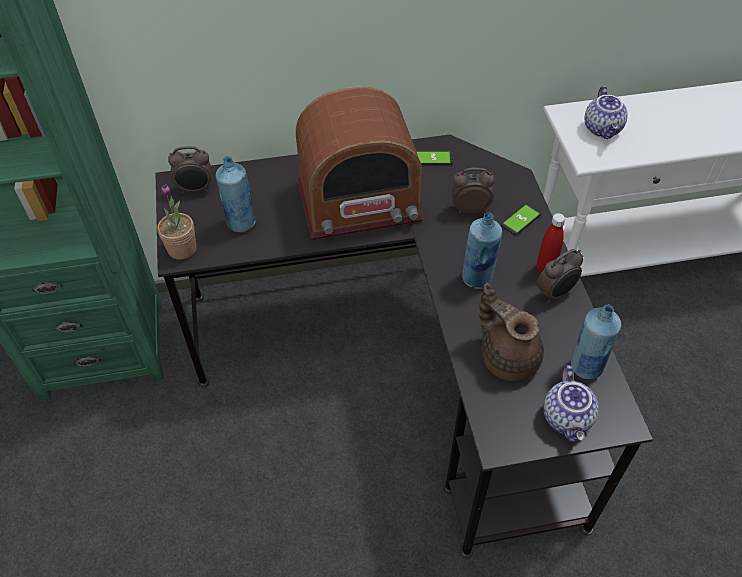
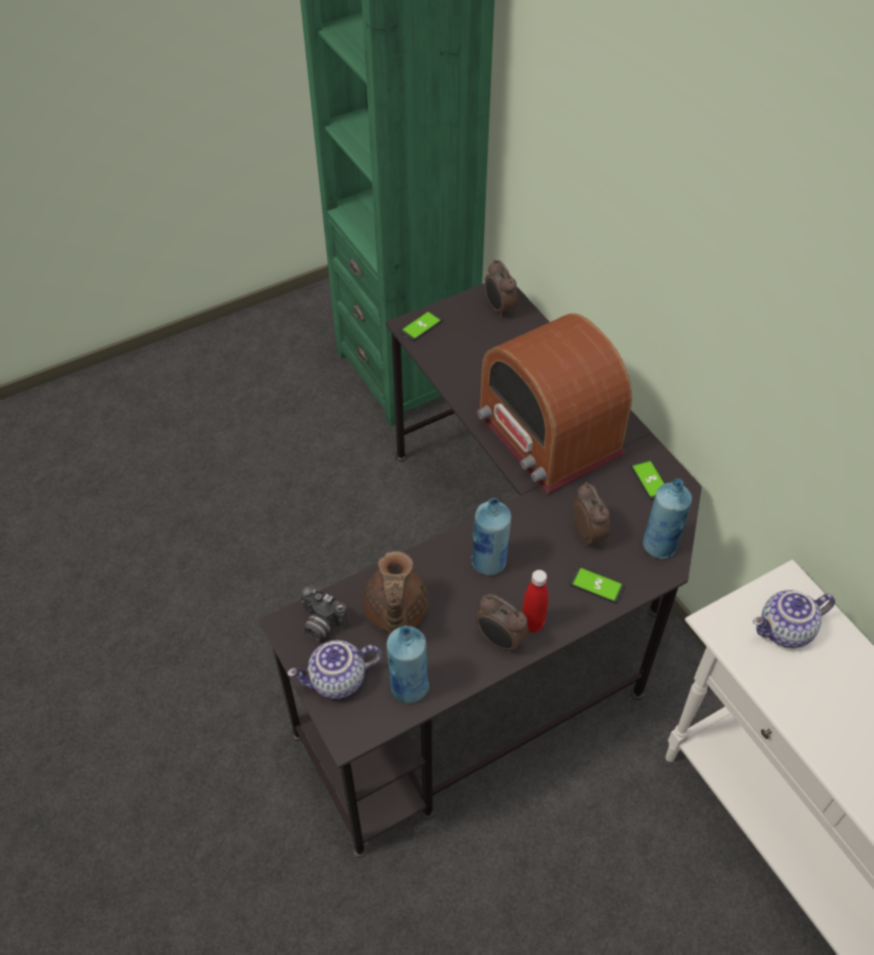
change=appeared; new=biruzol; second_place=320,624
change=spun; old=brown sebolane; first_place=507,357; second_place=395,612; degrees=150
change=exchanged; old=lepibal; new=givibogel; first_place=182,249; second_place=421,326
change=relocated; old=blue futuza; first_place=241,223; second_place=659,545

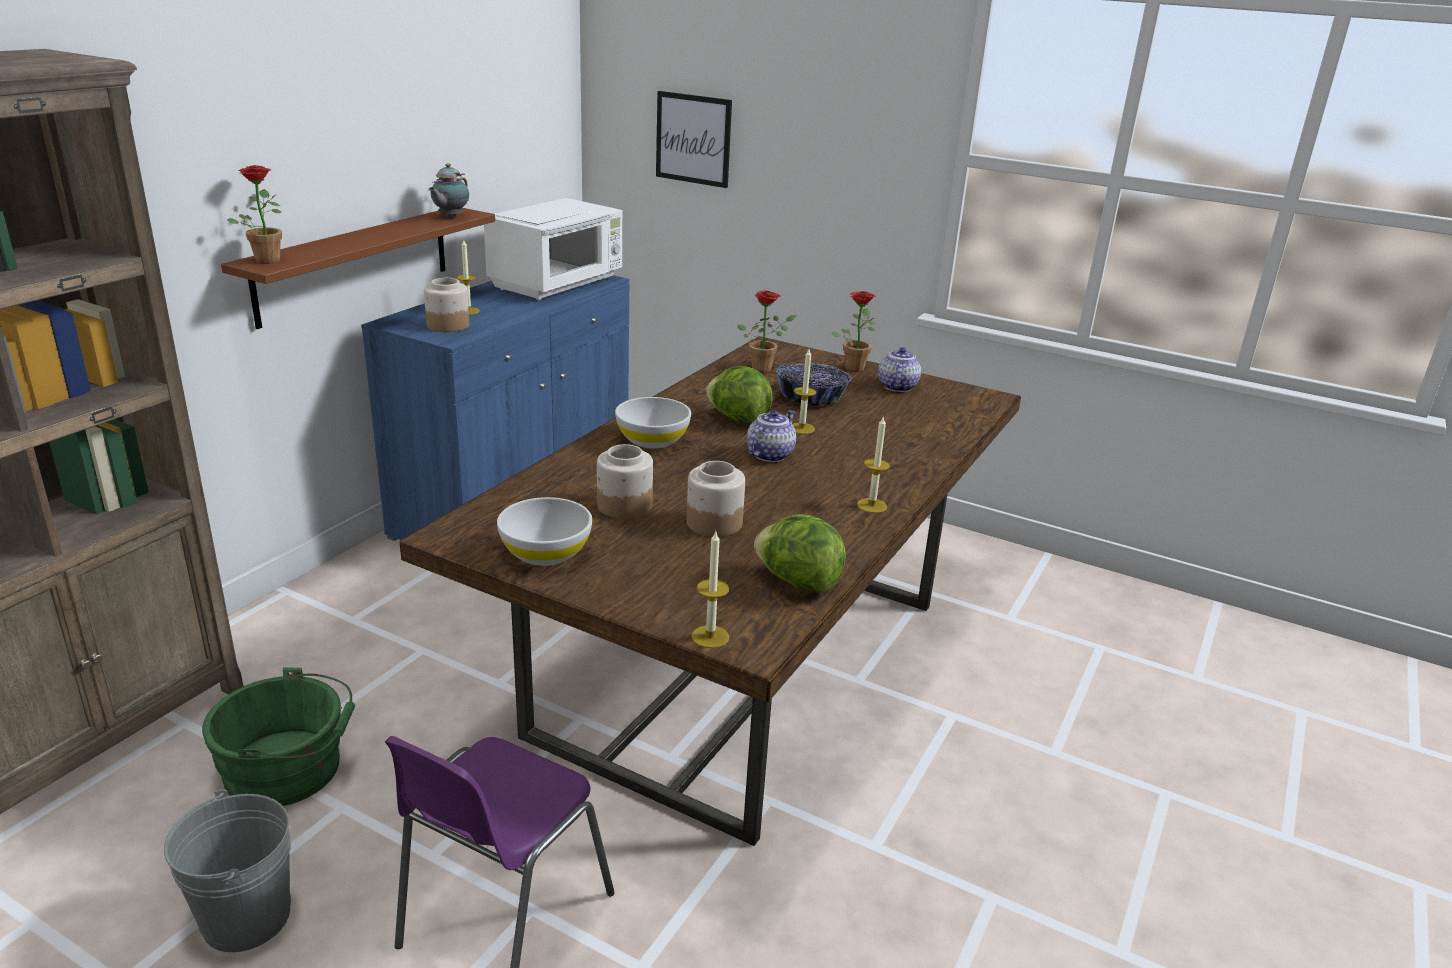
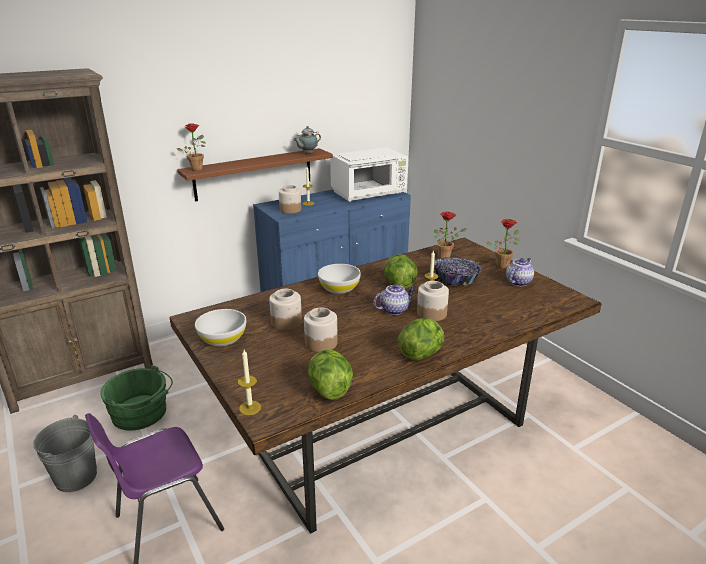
change=exchanged; old=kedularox; new=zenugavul; first_place=872,505; second_place=421,354
change=appeared; new=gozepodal; second_place=431,313
change=missing; old=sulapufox; first_place=693,139

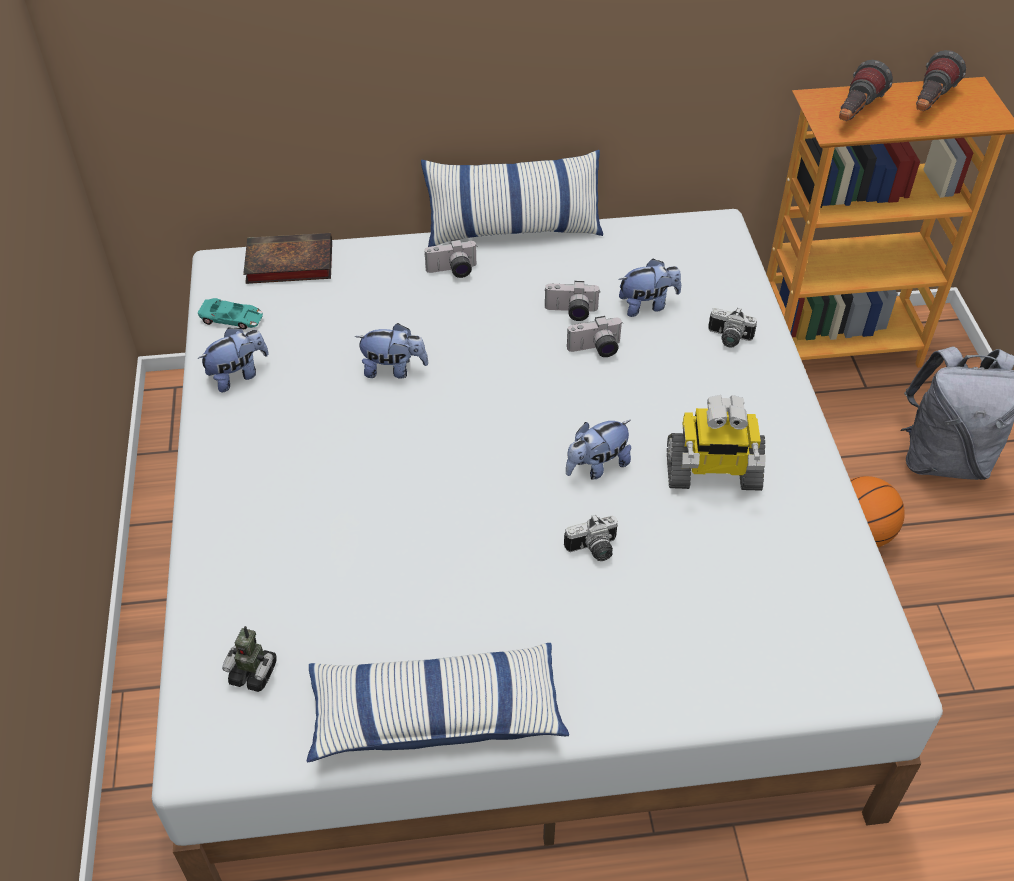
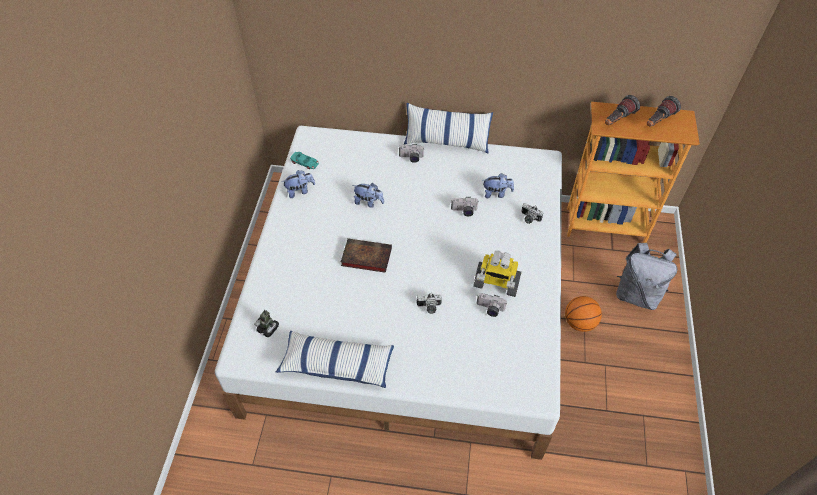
change=relocated; old=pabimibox; first_place=287,264; second_place=365,257
change=relocated; old=biruzol; first_place=571,312; second_place=489,309
change=missing; old=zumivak; first_place=596,466

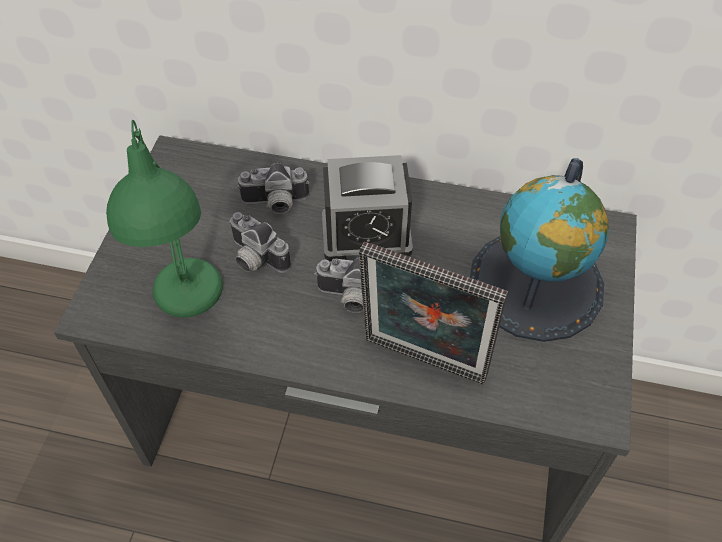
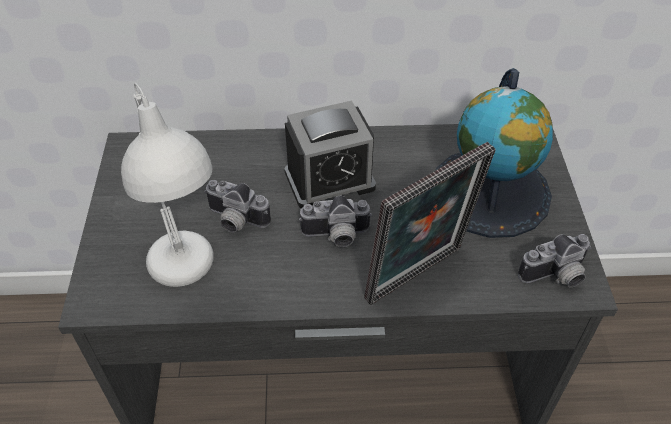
change=colour; old=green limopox; new=white limopox; first_place=189,313; second_place=189,280
change=spun; old=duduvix; first_place=422,364; second_place=418,278; degrees=-45
change=relocated; old=biruzol; first_place=275,204; second_place=556,277

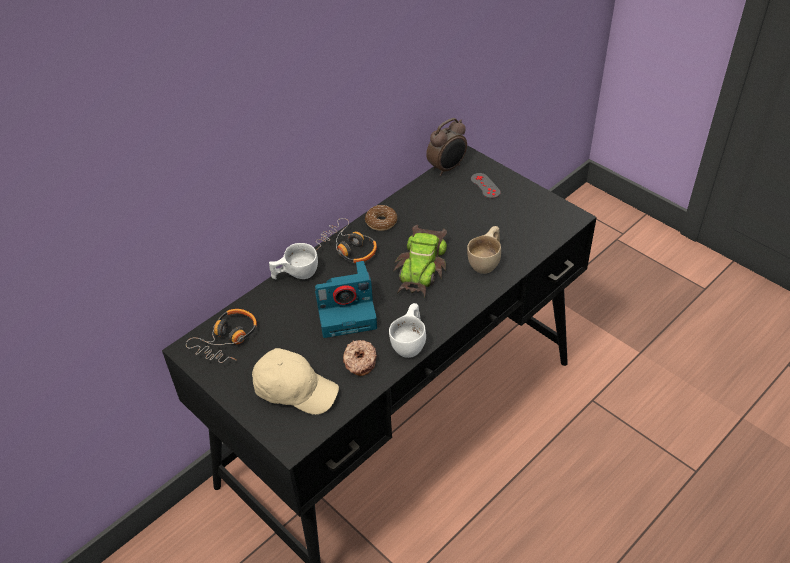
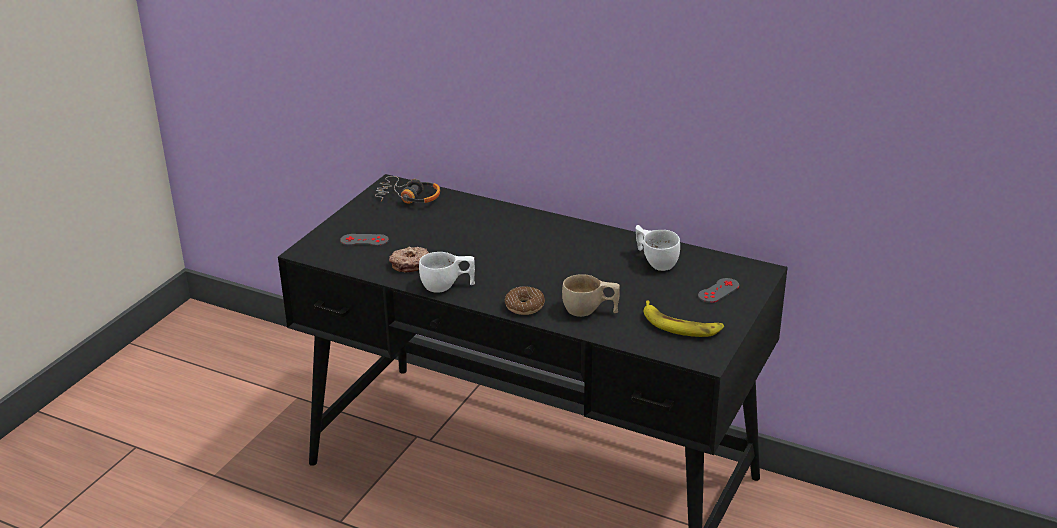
change=exchanged; old=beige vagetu; new=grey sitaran; first_place=295,389; second_place=364,240
change=relocated; old=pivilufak; first_place=381,222; second_place=524,306
change=relocated; old=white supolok; first_place=295,274; second_place=655,261
change=appeared; new=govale; second_place=680,325
change=missing; old=biruzol; first_place=347,310
change=missing; old=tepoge; first_place=348,248
change=missing; old=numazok; first_place=422,267
change=missing; old=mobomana; first_place=447,168

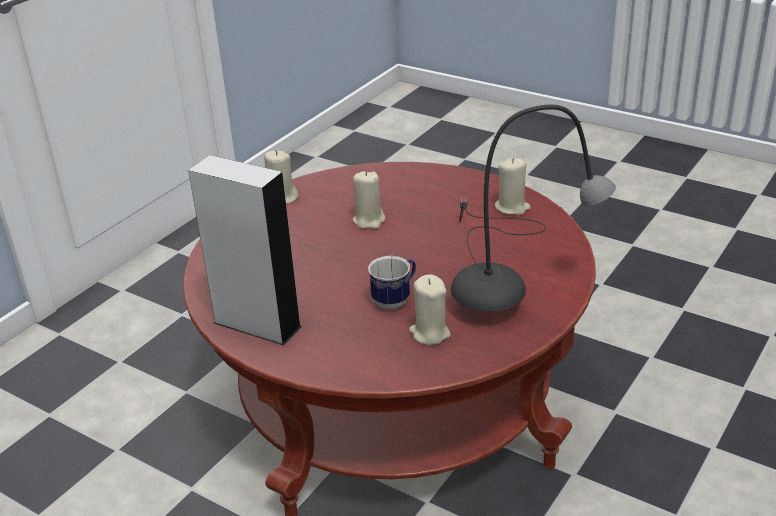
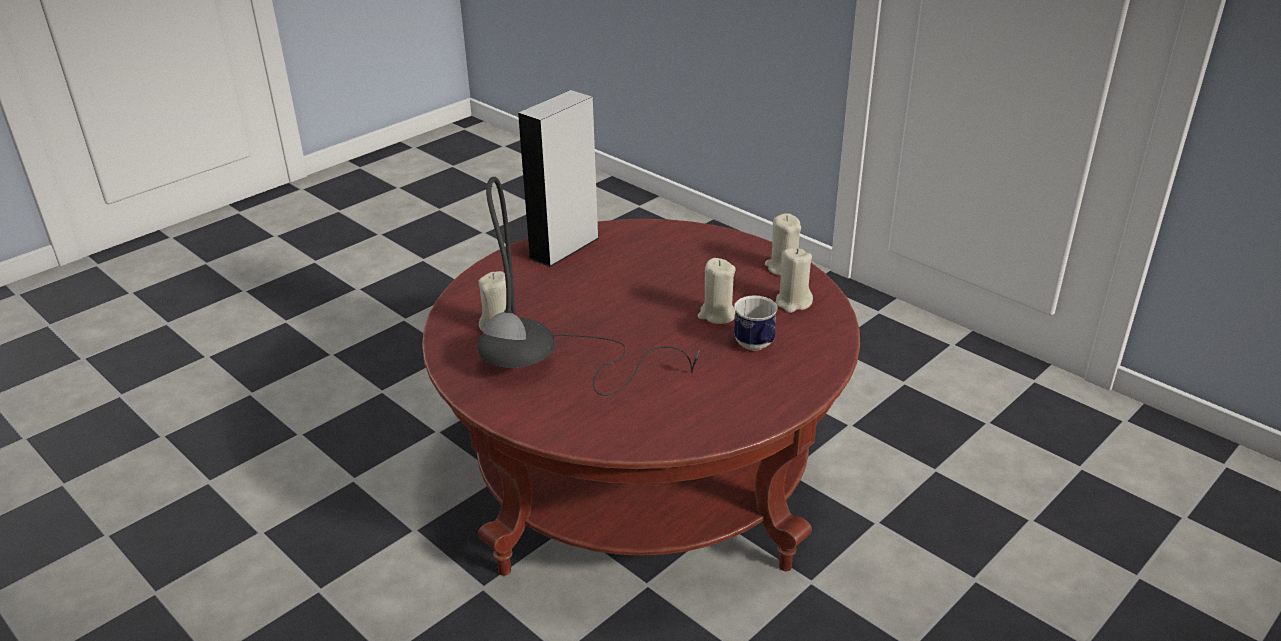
change=relocated; old=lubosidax; first_place=395,300; second_place=757,346
change=relocated; old=beige kedularox; first_place=512,207; second_place=793,302

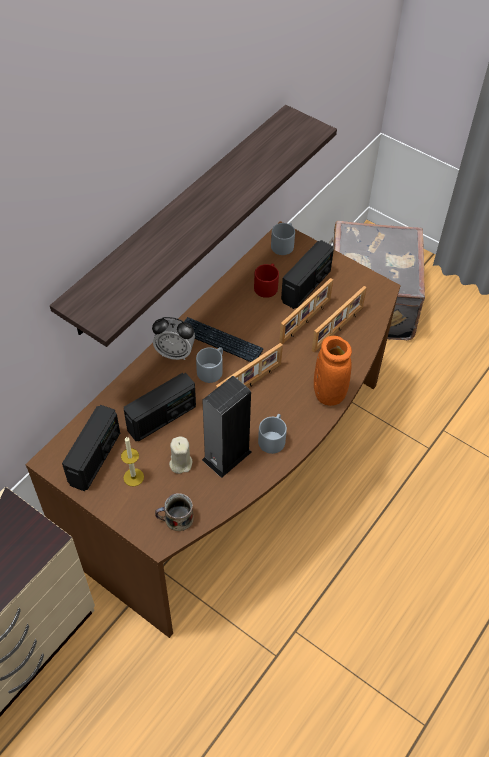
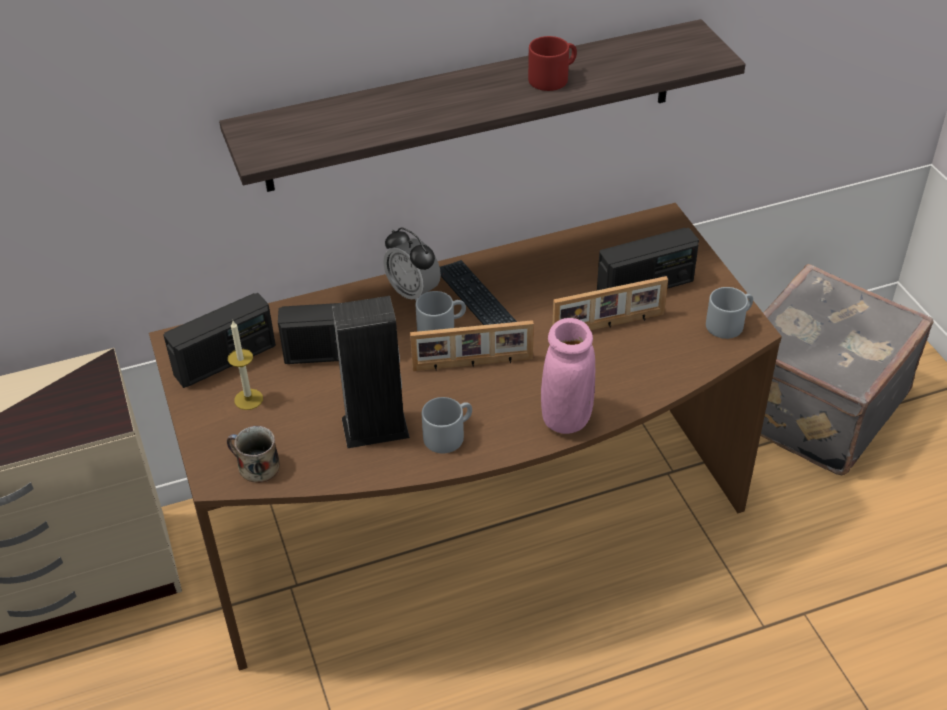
change=relocated; old=red lubosidax; first_place=266,285; second_place=553,77
change=colour; old=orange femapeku; new=pink femapeku; first_place=329,393; second_place=567,418
change=relocated; old=grey lubosidax; first_place=283,244; second_place=729,323
change=missing; old=beige kedularox; first_place=180,463
change=missing; old=duduvix; first_place=338,329

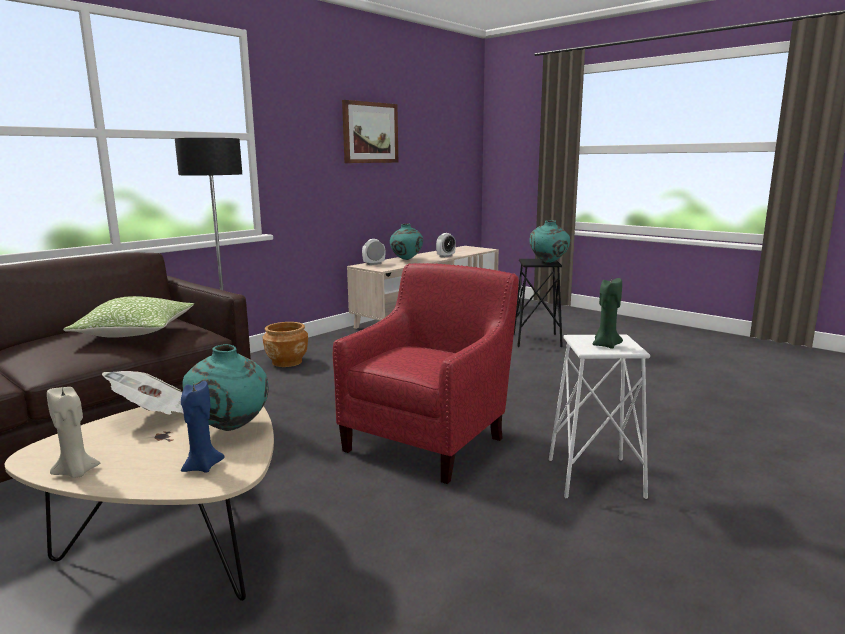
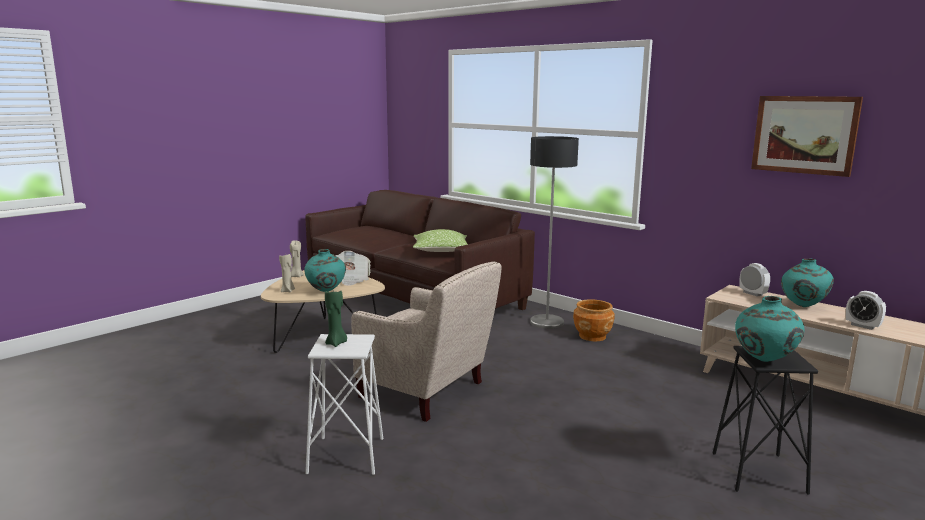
change=colour; old=blue kedularox; new=beige kedularox; first_place=202,466; second_place=288,291
change=colour; old=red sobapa; new=beige sobapa; first_place=430,440; second_place=427,393

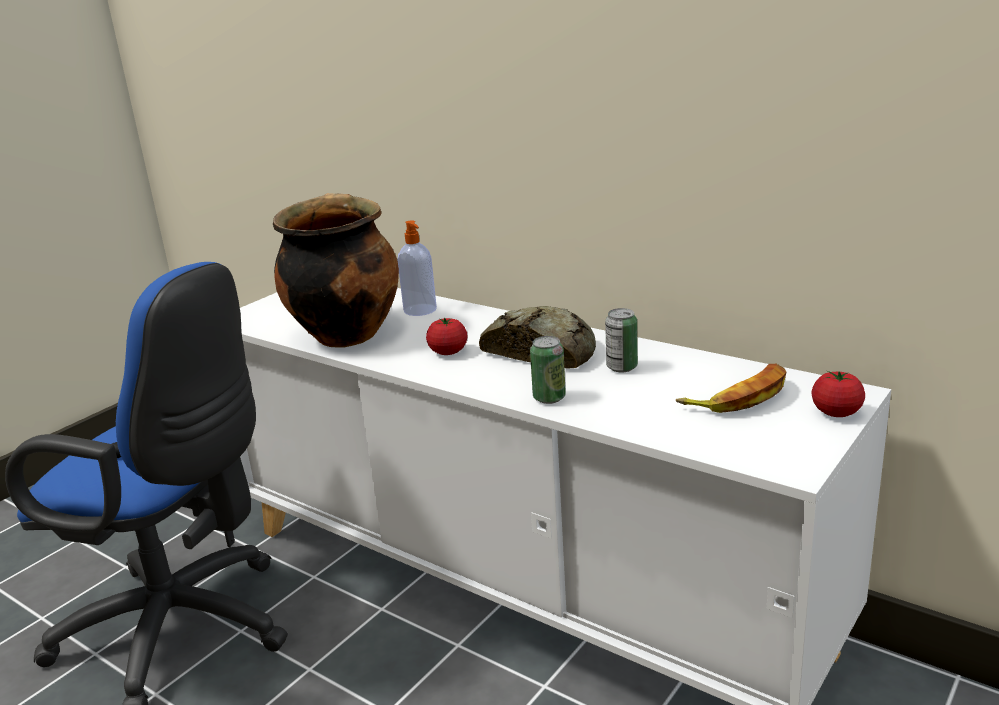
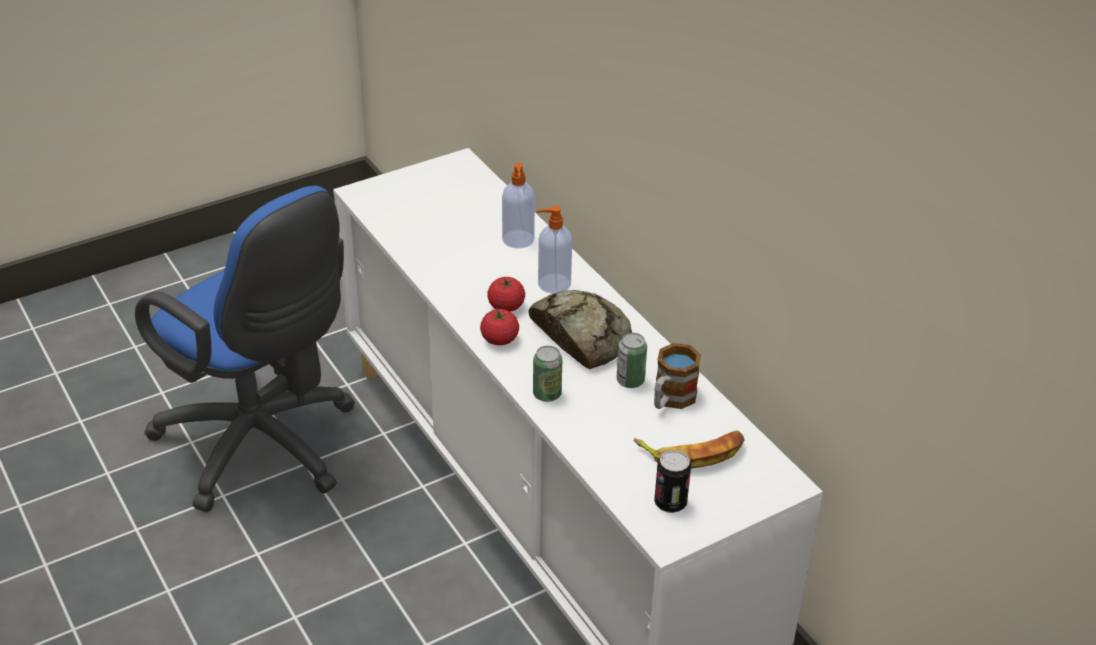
change=relocated; old=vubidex; first_place=836,412; second_place=499,339
change=appeared; new=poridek; second_place=553,284
change=appeared; new=lubosidax; second_place=670,399
change=appeared; new=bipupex; second_place=670,503
change=missing; old=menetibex; first_place=345,334

